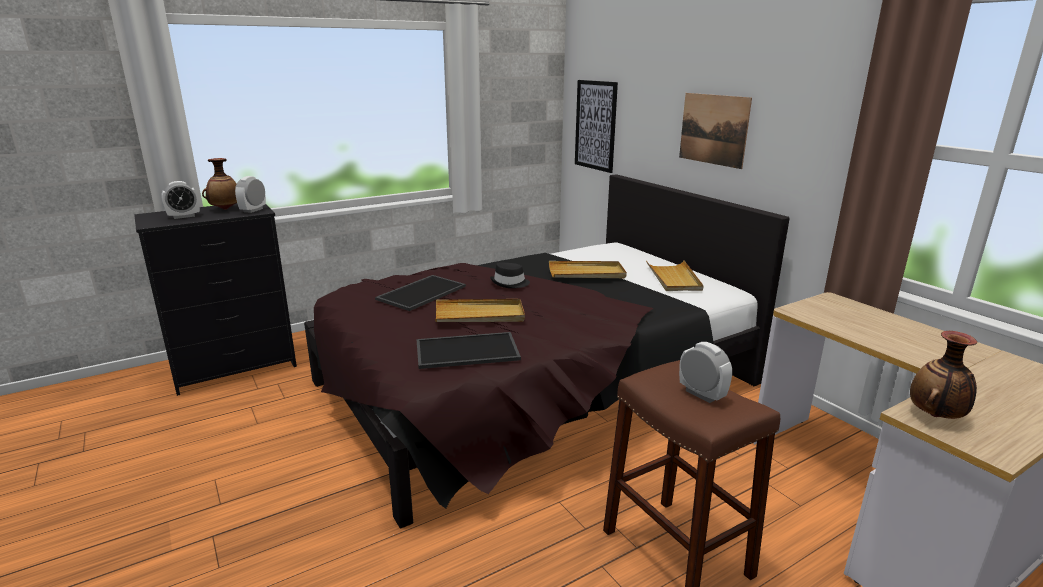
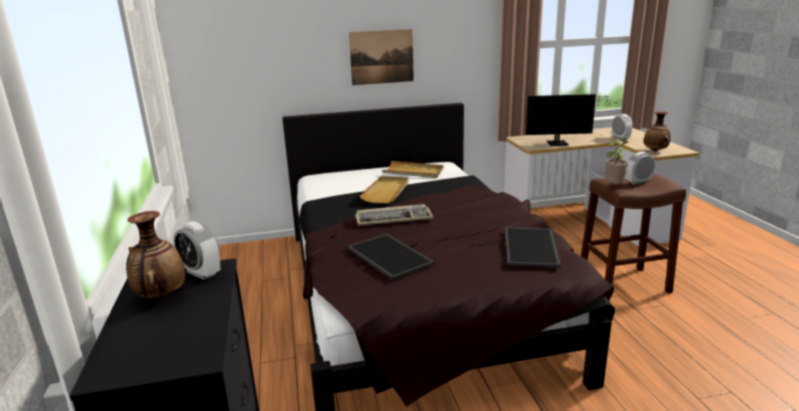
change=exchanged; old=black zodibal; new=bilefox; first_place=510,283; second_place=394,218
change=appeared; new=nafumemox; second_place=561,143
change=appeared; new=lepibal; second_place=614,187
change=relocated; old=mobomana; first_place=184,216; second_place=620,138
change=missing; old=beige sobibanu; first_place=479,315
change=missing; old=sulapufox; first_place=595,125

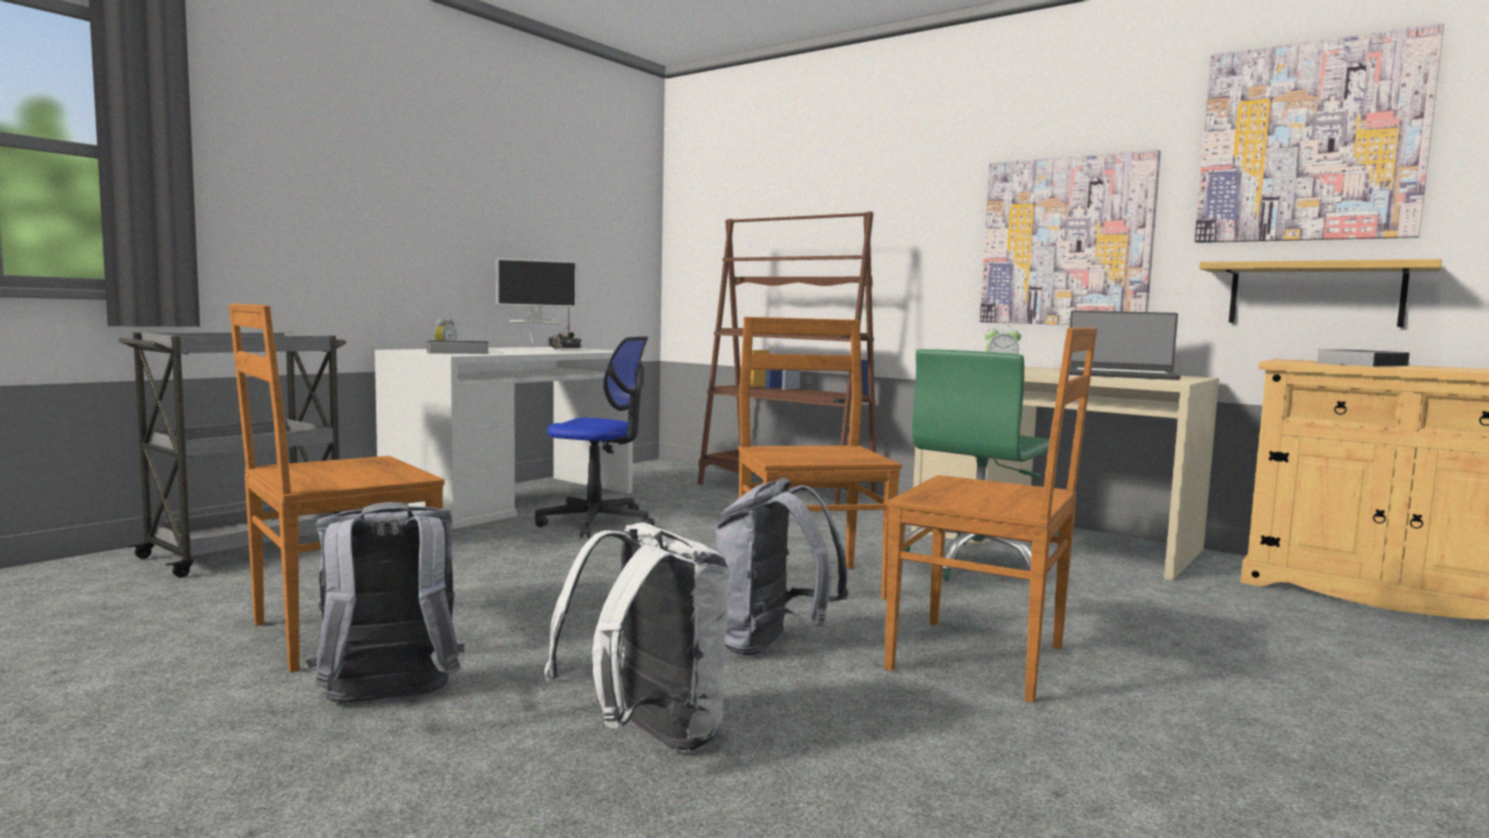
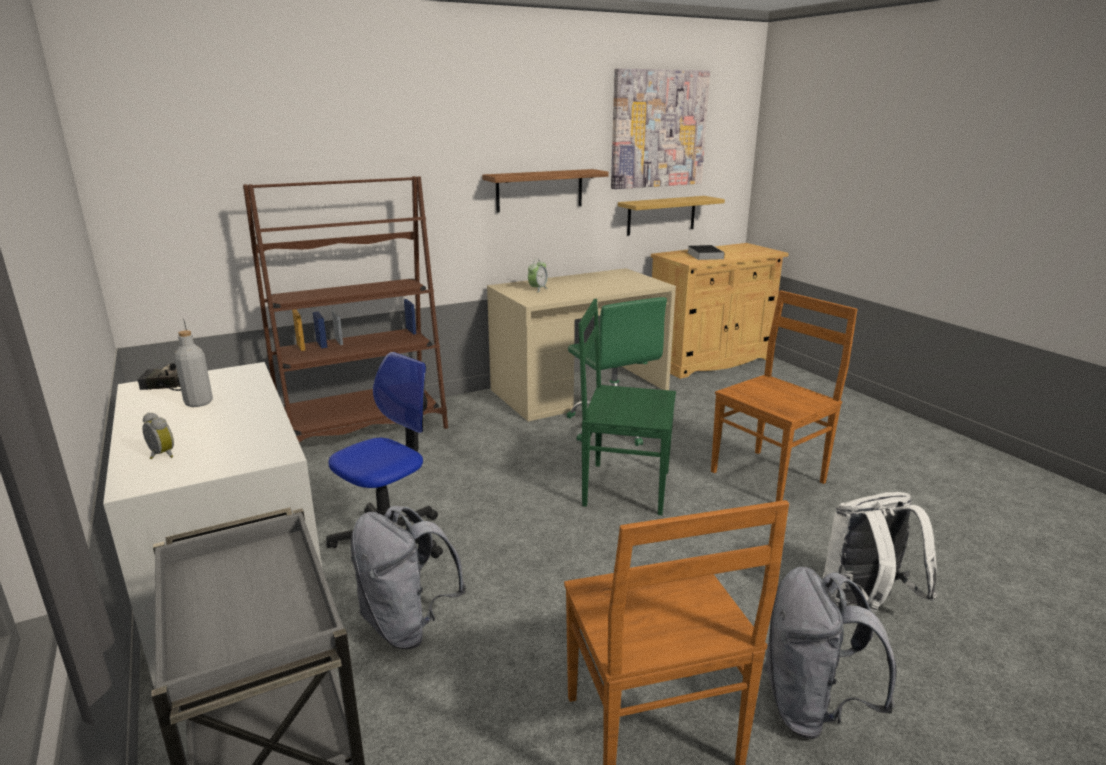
change=exchanged; old=nafumemox; new=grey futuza; first_place=537,349; second_place=198,402
change=relocated; old=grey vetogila; first_place=771,646; second_place=407,625
change=exchanged; old=sulapufox; new=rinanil; first_place=1066,242; second_place=539,190
change=colour; old=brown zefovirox; new=green zefovirox; first_place=809,583; second_place=623,487
change=missing; old=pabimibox; first_place=455,352
change=missing; old=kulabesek; first_place=1120,375

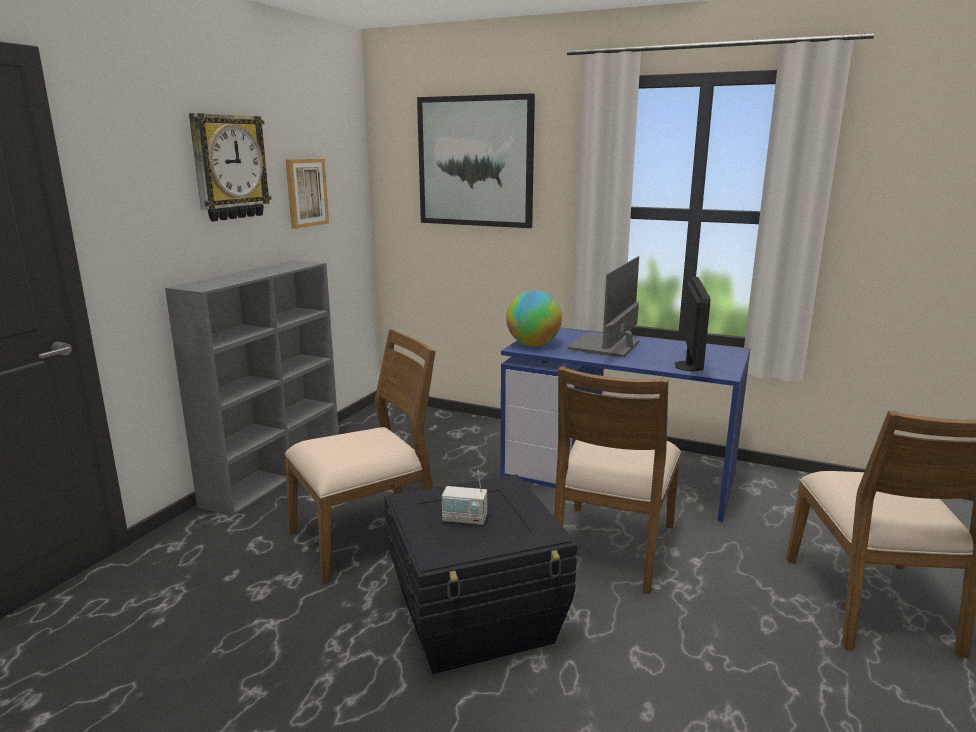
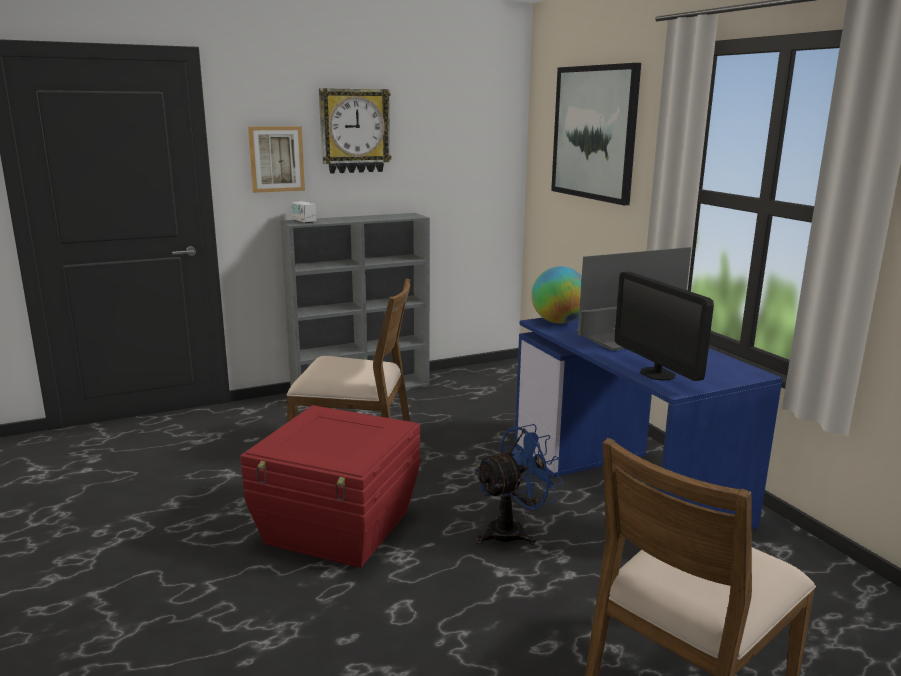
change=colour; old=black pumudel; new=red pumudel; first_place=477,618; second_place=339,528
change=relocated; old=sulapufox; first_place=306,192; second_place=276,159
change=relocated; old=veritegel; first_place=464,519; second_place=304,221
change=exchanged; old=brown zefovirox; new=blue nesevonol; first_place=611,547; second_place=513,531
change=spun; old=nafumemox; first_place=688,366; second_place=657,374; degrees=105

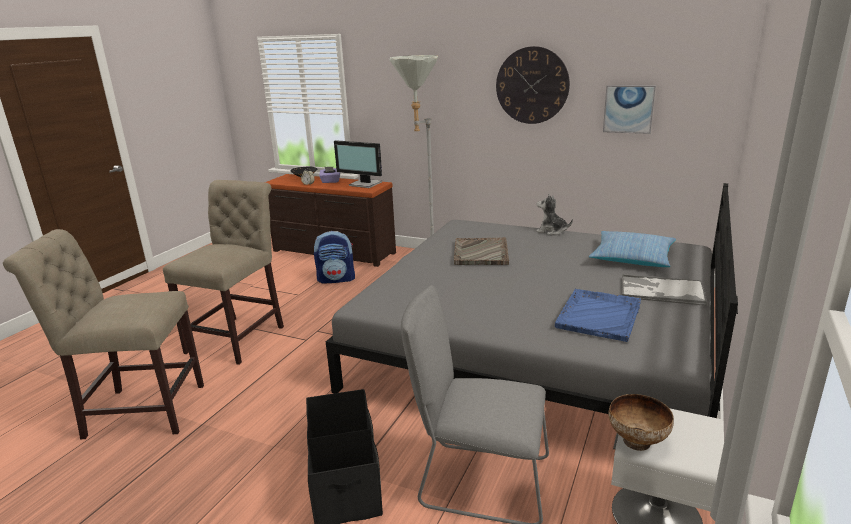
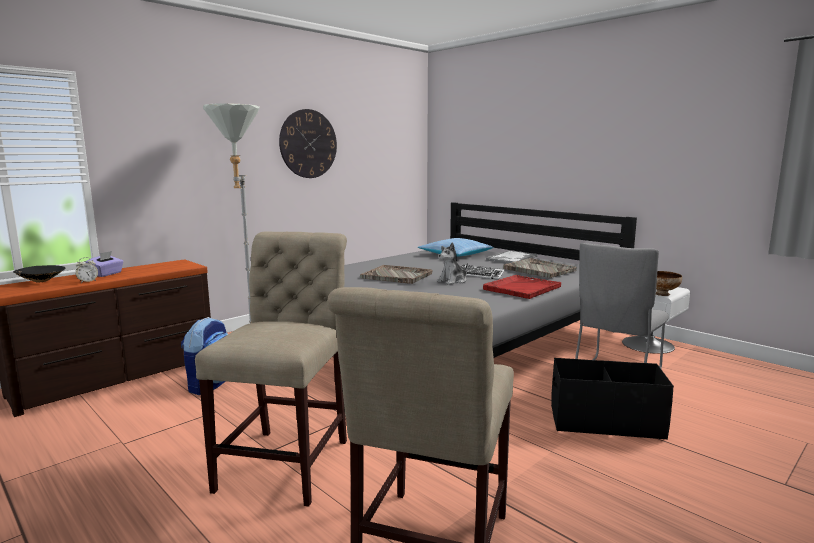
change=spun; old=beige zefovirox; first_place=240,337; second_place=289,460; degrees=60
change=relocated; old=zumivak; first_place=551,231; second_place=453,281
change=appeared; new=bilefox; second_place=480,275
change=appeared; new=red sobibanu; second_place=521,288
change=colour; old=blue sobibanu; new=grey sobibanu; first_place=599,315; second_place=538,269
change=missing; old=nafumemox; first_place=365,184
change=missing; old=sulapufox; first_place=628,109

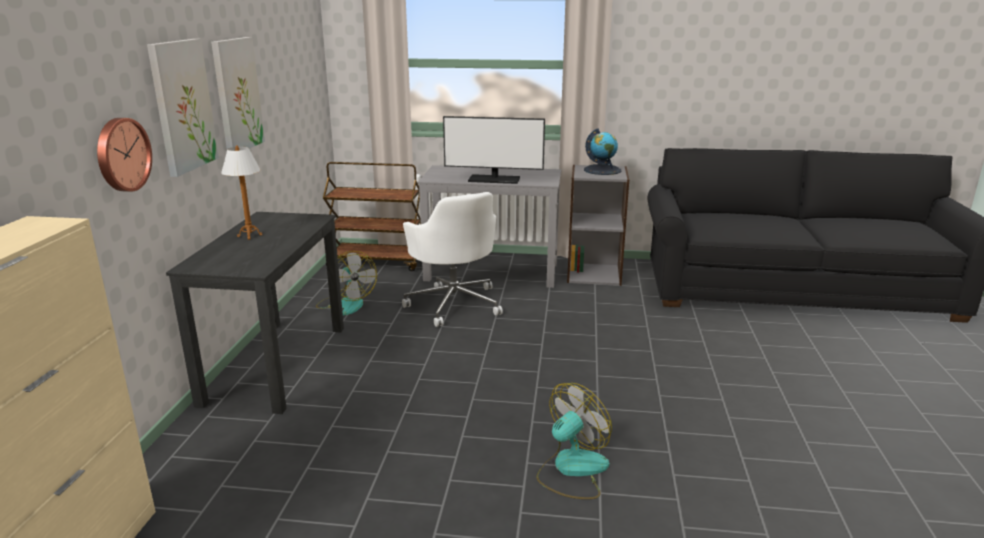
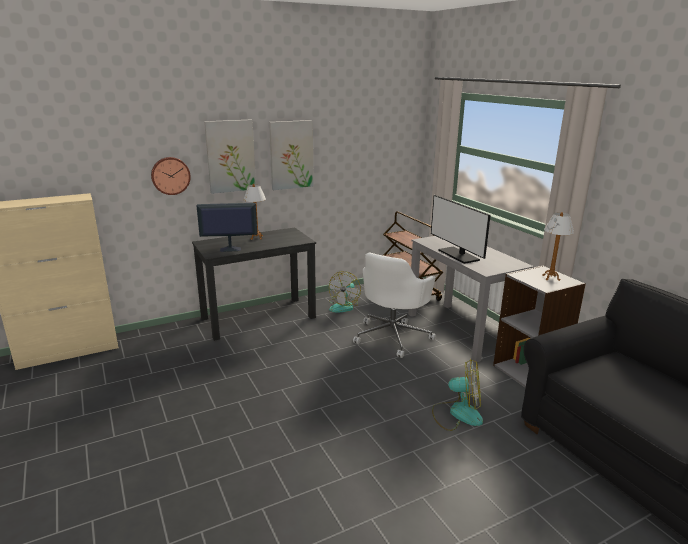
change=appeared; new=nafumemox; second_place=229,249
change=relocated; old=nesevonol; first_place=572,470; second_place=457,413
change=exchanged; old=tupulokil; new=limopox; first_place=602,170; second_place=551,278

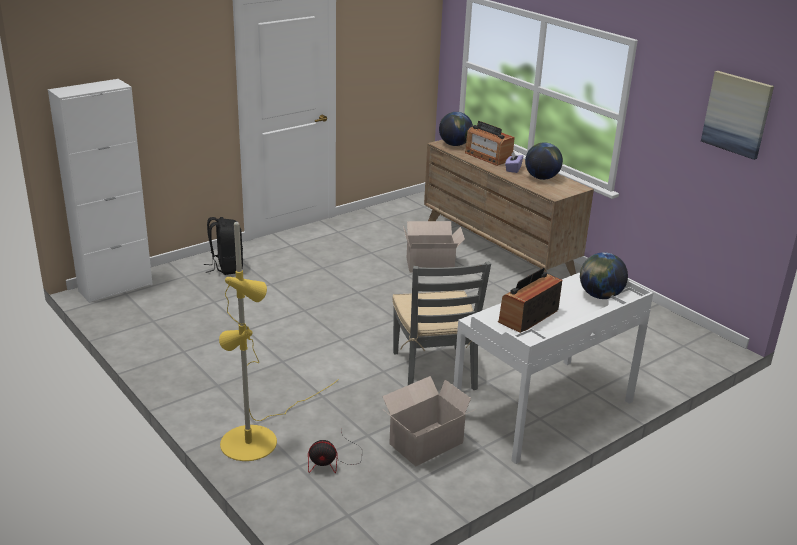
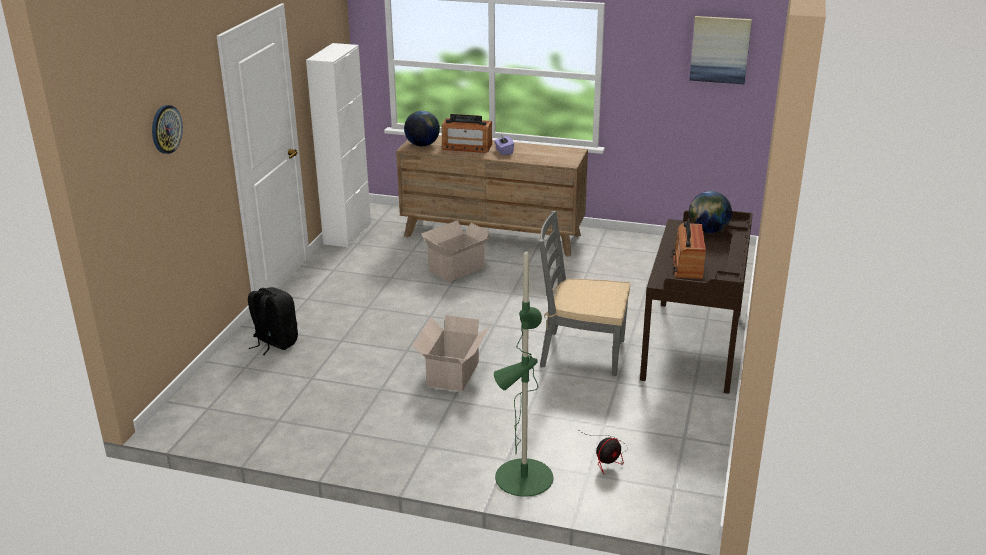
change=appeared; new=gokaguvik; second_place=166,129
change=relocated; old=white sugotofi; first_place=115,287; second_place=347,233
change=relocated; old=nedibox; first_place=424,444; second_place=452,374
change=colour; old=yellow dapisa; new=green dapisa; first_place=257,436; second_place=523,469
change=spun; old=grey zefovirox; first_place=434,371; second_place=581,353; degrees=150
change=colour; old=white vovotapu; new=brown vovotapu; first_place=544,409; second_place=694,345
change=missing; old=tupulokil; first_place=541,178

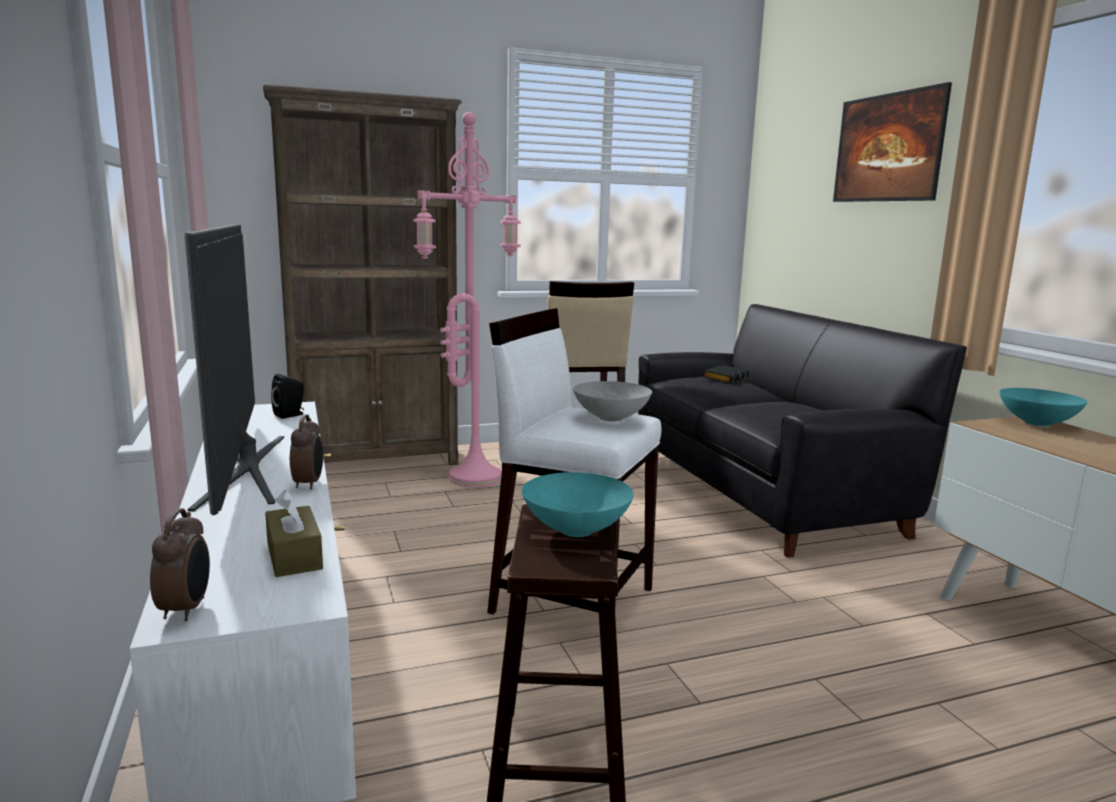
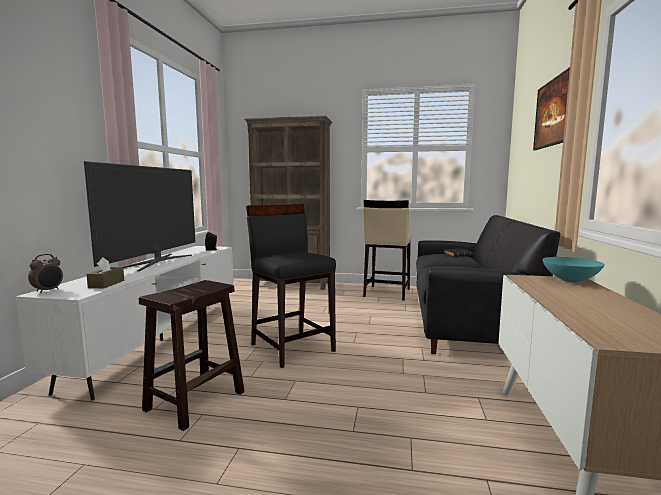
change=colour; old=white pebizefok; new=black pebizefok; first_place=571,599; second_place=292,347
change=missing; old=mobomana; first_place=309,484
change=missing; old=pink dapisa; first_place=474,476
change=missing; old=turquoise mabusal; first_place=576,530
change=missing; old=grey mabusal; first_place=611,418

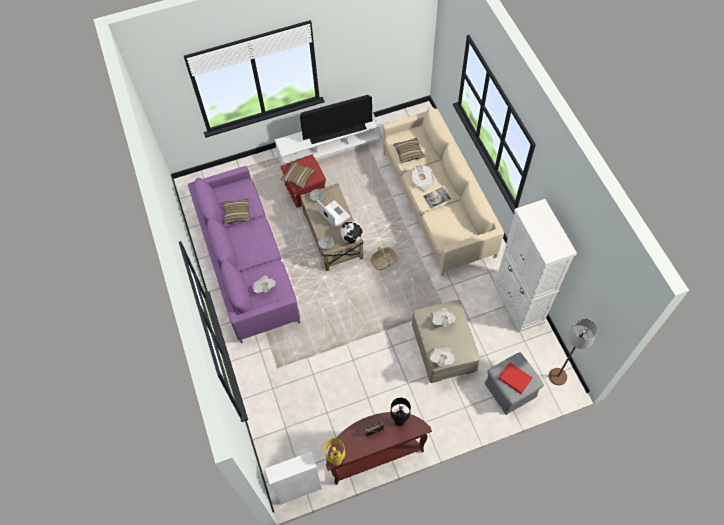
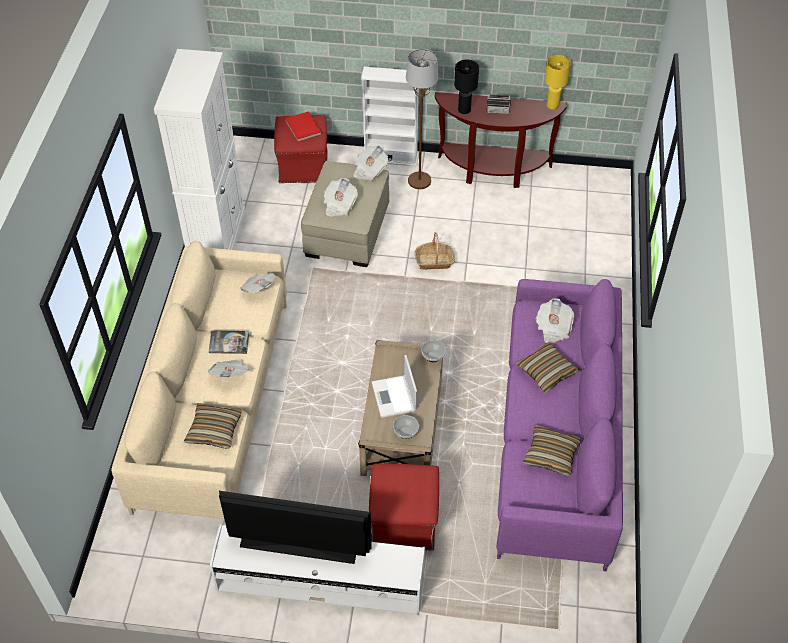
change=appeared; new=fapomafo; second_place=258,289
change=colour; old=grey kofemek; new=red kofemek; first_place=510,389; second_place=303,167
change=relocated; old=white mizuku; first_place=300,489; second_place=391,158
change=relocated; old=brown dapisa; first_place=557,377; second_place=419,181
change=relocated; old=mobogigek; first_place=383,261; second_place=434,261
change=relocated; old=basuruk; first_place=298,177; second_place=546,371
change=missing; old=tupulokil; first_place=351,238

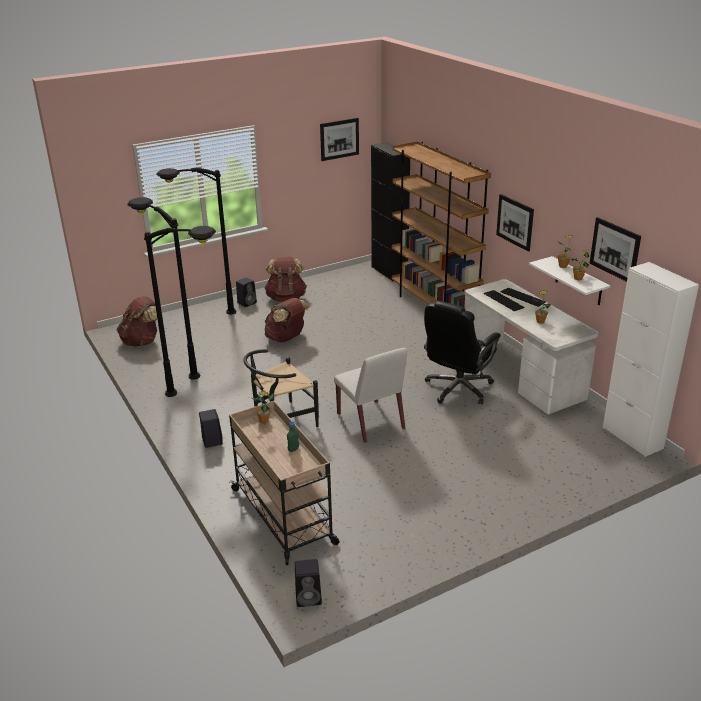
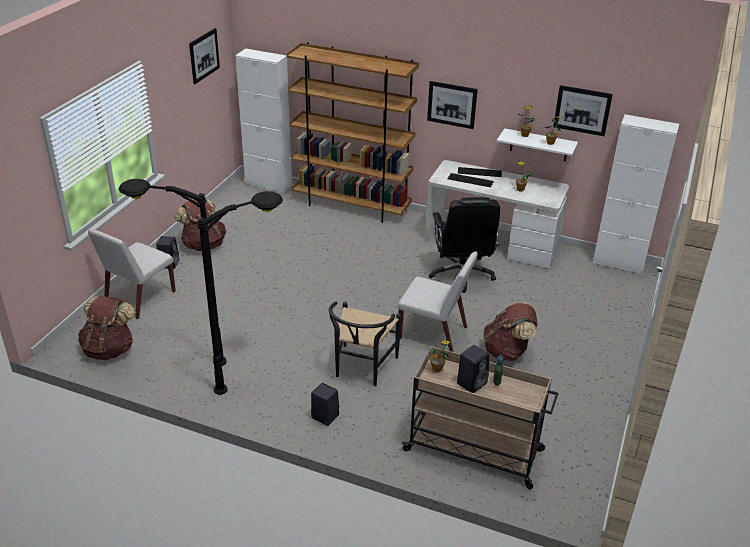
change=exchanged; old=black dapisa; new=white zefovirox; first_place=200,318; second_place=139,298
change=colour; old=black sugotofi; new=white sugotofi; first_place=389,272; second_place=268,184
change=relocated; old=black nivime; first_place=309,597; second_place=472,383
change=relocated; old=brown vetogila; first_place=286,338; second_place=507,351

